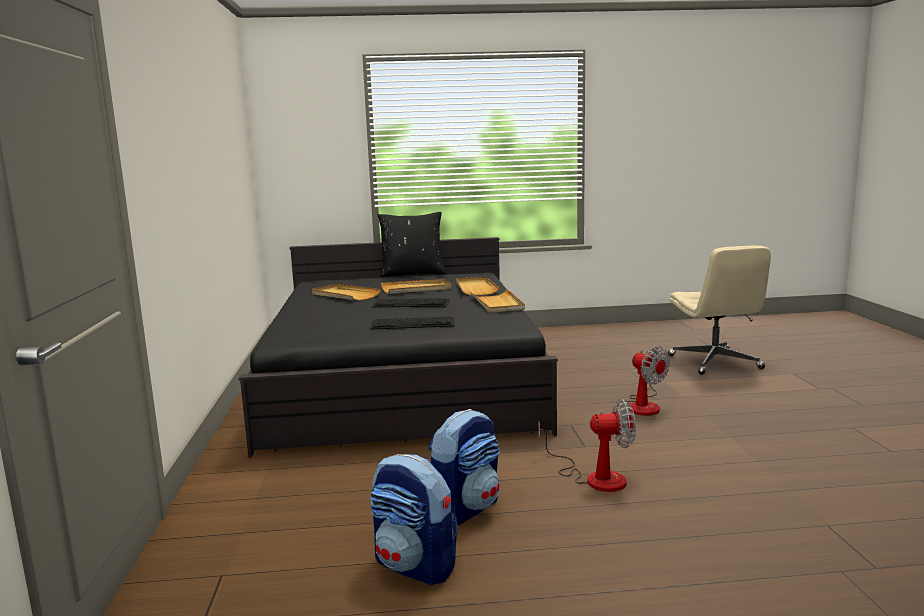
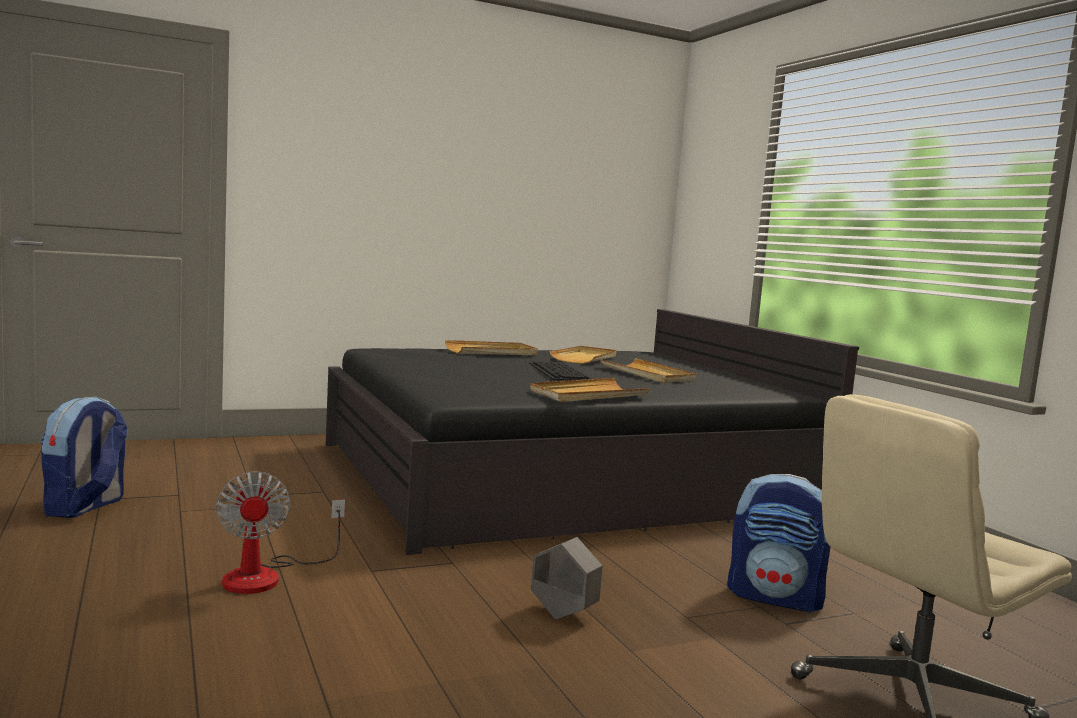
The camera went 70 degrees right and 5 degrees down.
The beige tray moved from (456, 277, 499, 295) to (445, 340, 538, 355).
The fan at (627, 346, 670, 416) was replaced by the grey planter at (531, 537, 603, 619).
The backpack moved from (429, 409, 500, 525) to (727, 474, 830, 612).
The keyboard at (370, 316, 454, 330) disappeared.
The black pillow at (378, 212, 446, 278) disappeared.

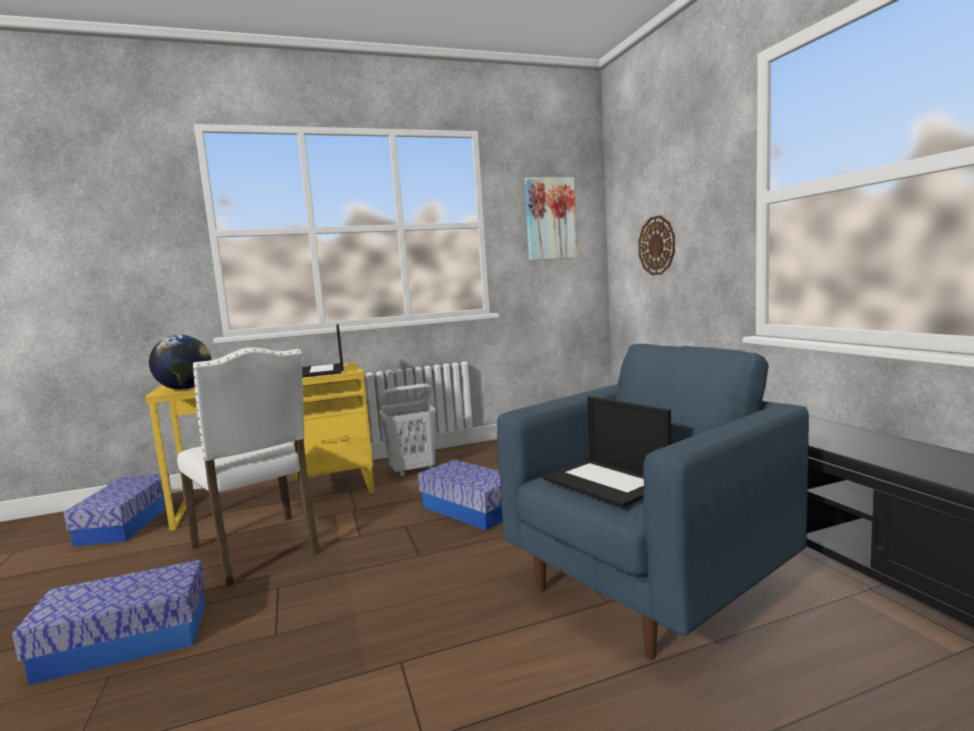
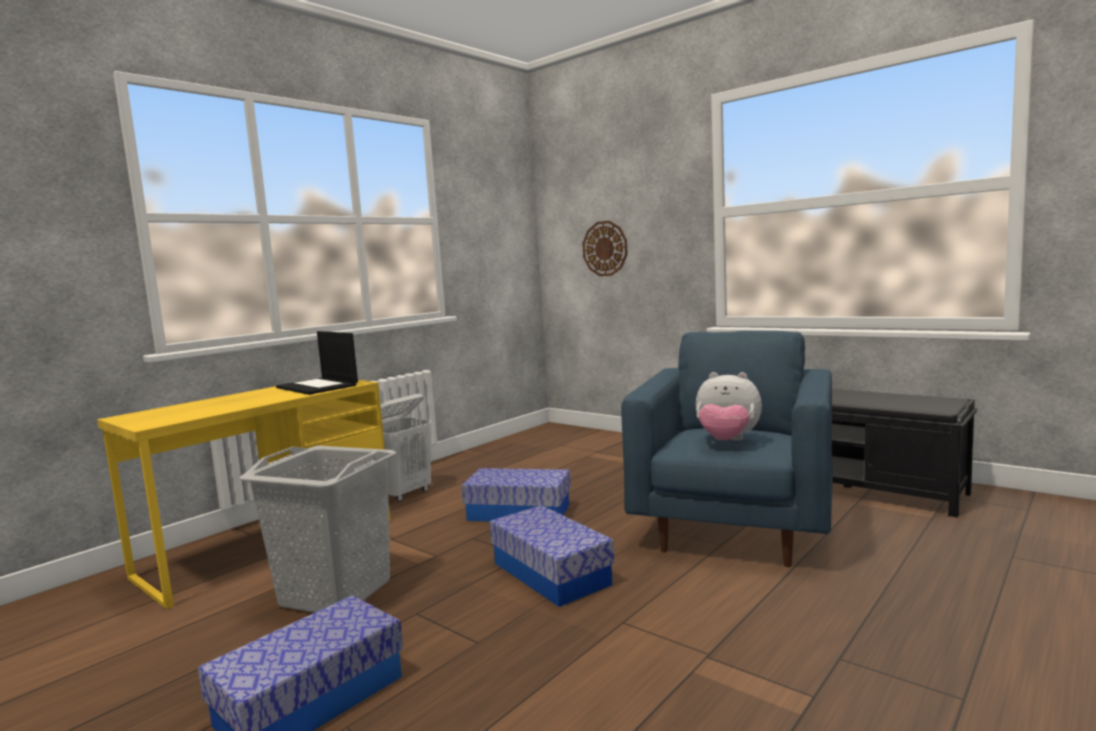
The camera went 30 degrees left and 0 degrees up.
The white chair at (177, 347, 320, 587) was replaced by the grey laundry basket at (239, 446, 396, 612).
The storage box moved from (64, 474, 171, 547) to (489, 505, 615, 607).
The laptop at (543, 396, 671, 508) was replaced by the plush toy at (696, 372, 762, 441).
The globe at (149, 335, 212, 390) disappeared.
The picture at (524, 177, 577, 260) disappeared.

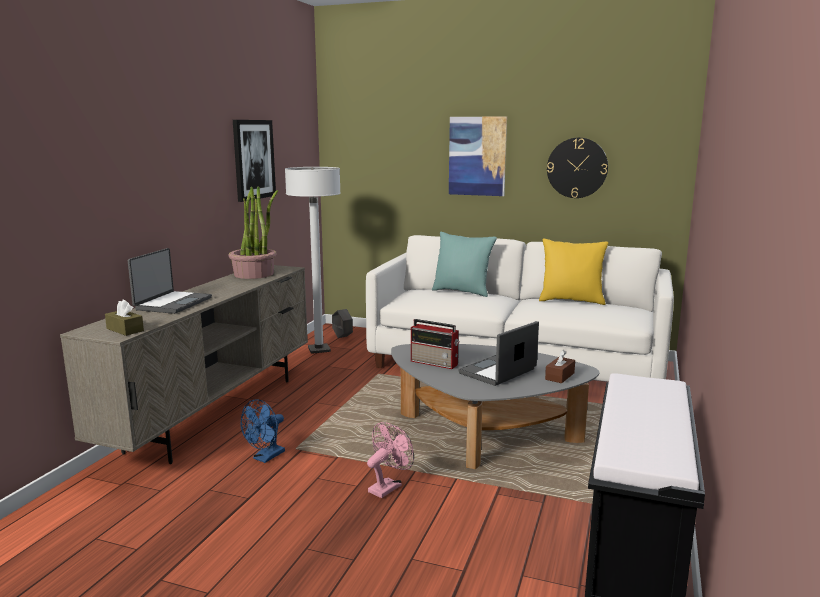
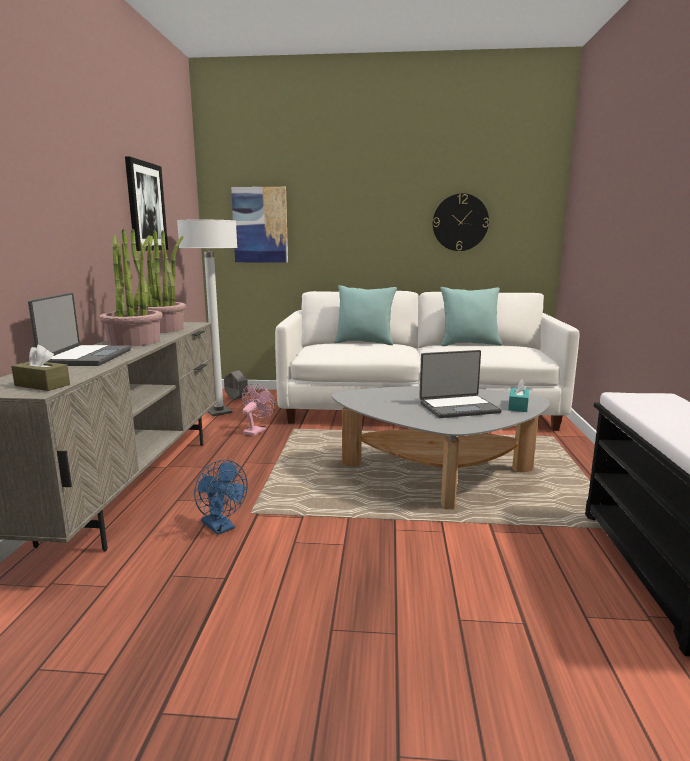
The camera went 15 degrees left and 0 degrees up.
The potted plant at (99, 228, 163, 346) appeared.
The blue fan at (241, 399, 285, 463) turned 60 degrees counterclockwise.
The picture moved from (449, 117, 507, 196) to (231, 187, 288, 263).
The pink fan moved from (367, 422, 414, 498) to (242, 384, 275, 436).
The laptop at (459, 321, 539, 386) turned 135 degrees counterclockwise.
The yellow pillow at (539, 239, 609, 305) became the turquoise pillow at (441, 287, 502, 346).
The brown tissue box at (545, 350, 575, 383) became the turquoise tissue box at (508, 379, 529, 412).
The radio at (411, 319, 459, 369) disappeared.

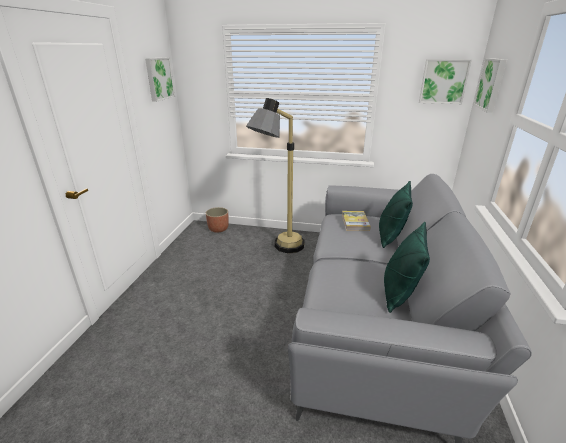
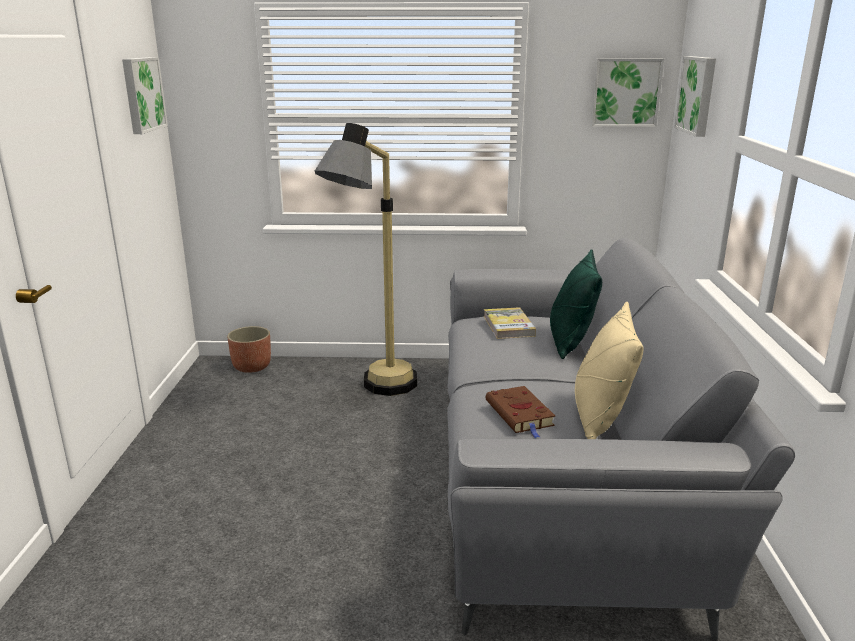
The camera went 10 degrees left and 5 degrees down.
The brown book at (486, 386, 555, 438) appeared.
The green pillow at (384, 222, 430, 313) became the beige pillow at (575, 302, 644, 439).

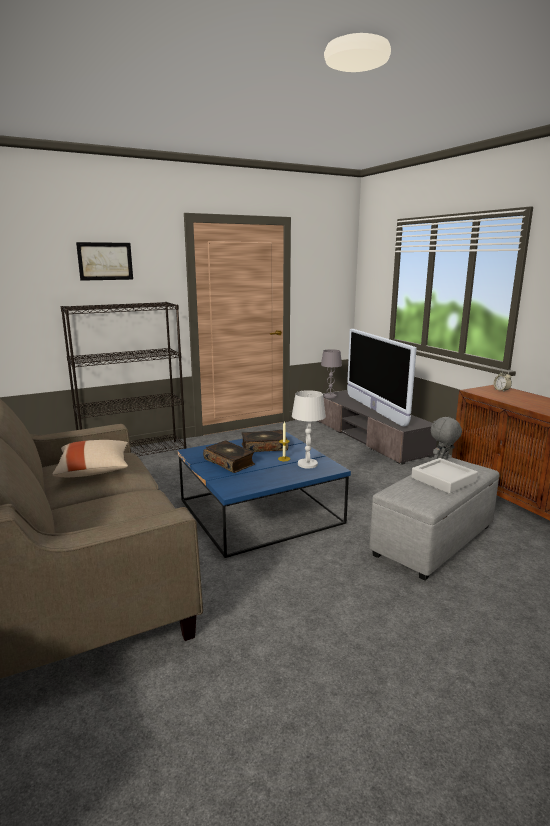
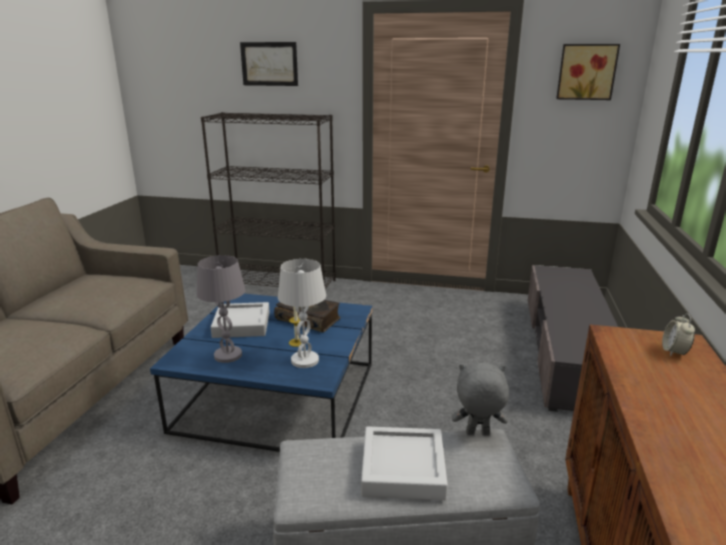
The camera went 40 degrees right and 5 degrees up.
The grey table lamp moved from (321, 349, 342, 398) to (197, 255, 245, 363).
The book at (203, 440, 255, 473) was replaced by the grey tray at (211, 302, 270, 338).
The picture at (556, 44, 620, 100) appeared.
The beige pillow at (52, 440, 128, 477) disappeared.
The television at (347, 329, 417, 427) disappeared.

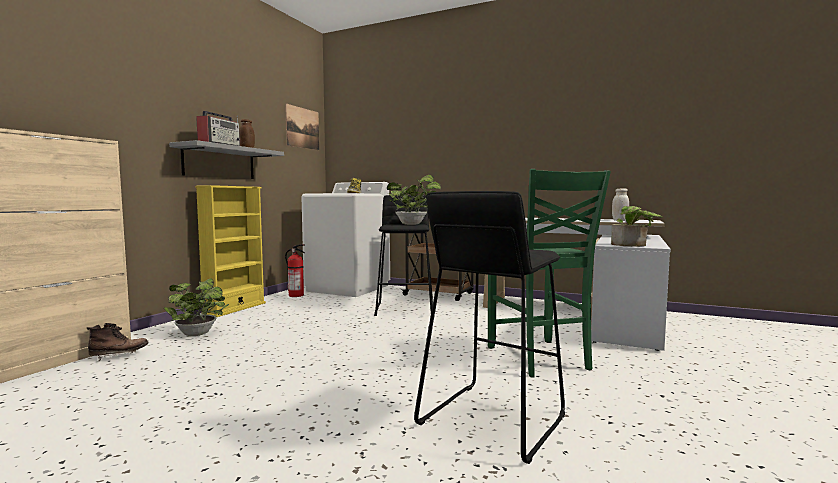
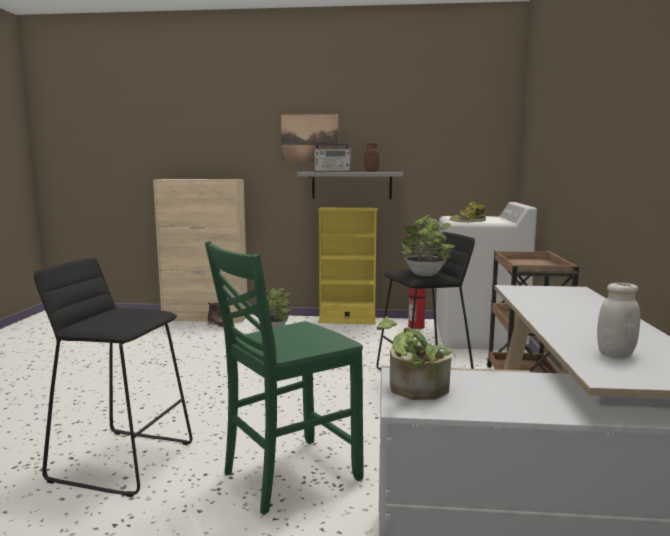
The camera went 70 degrees right and 5 degrees up.
The picture moved from (285, 104, 319, 150) to (281, 114, 338, 161).

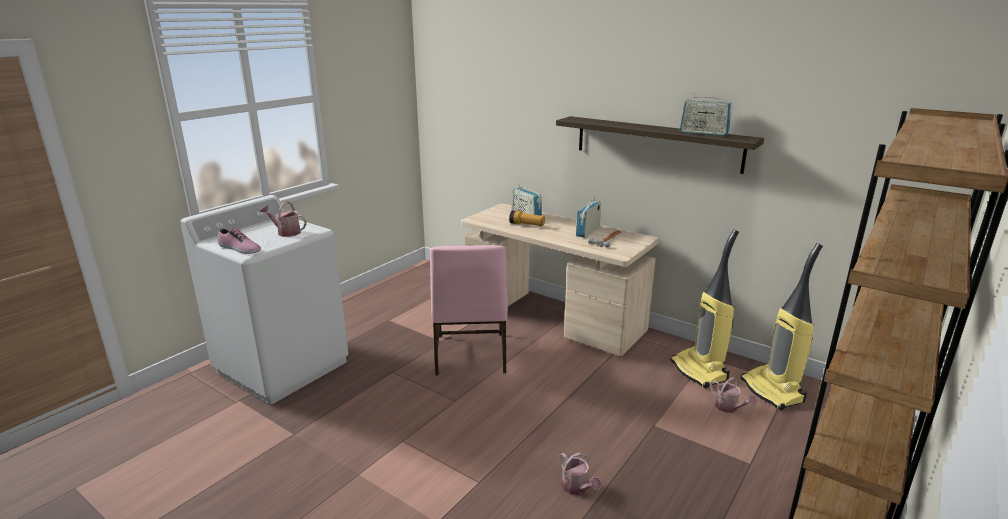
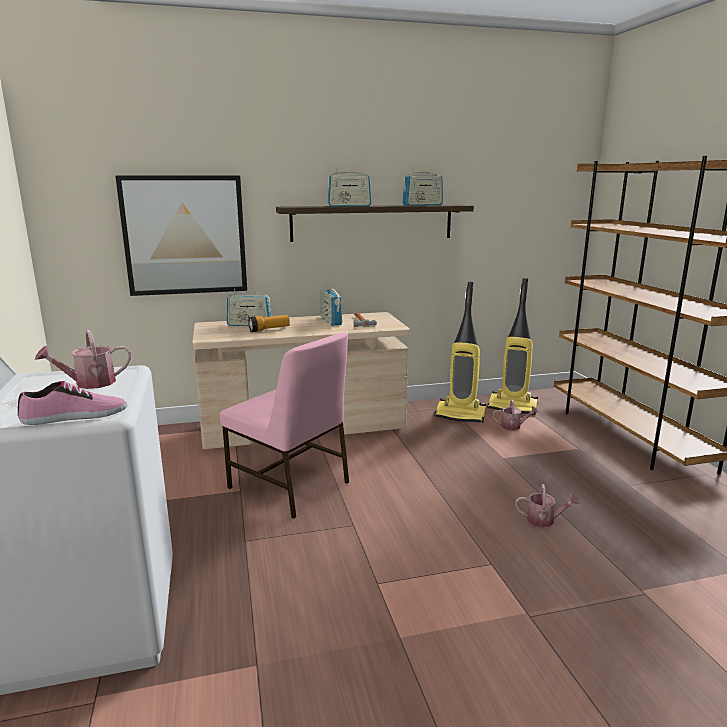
The camera went 50 degrees left and 5 degrees down.
The picture at (115, 175, 247, 296) appeared.
The radio at (328, 168, 371, 206) appeared.

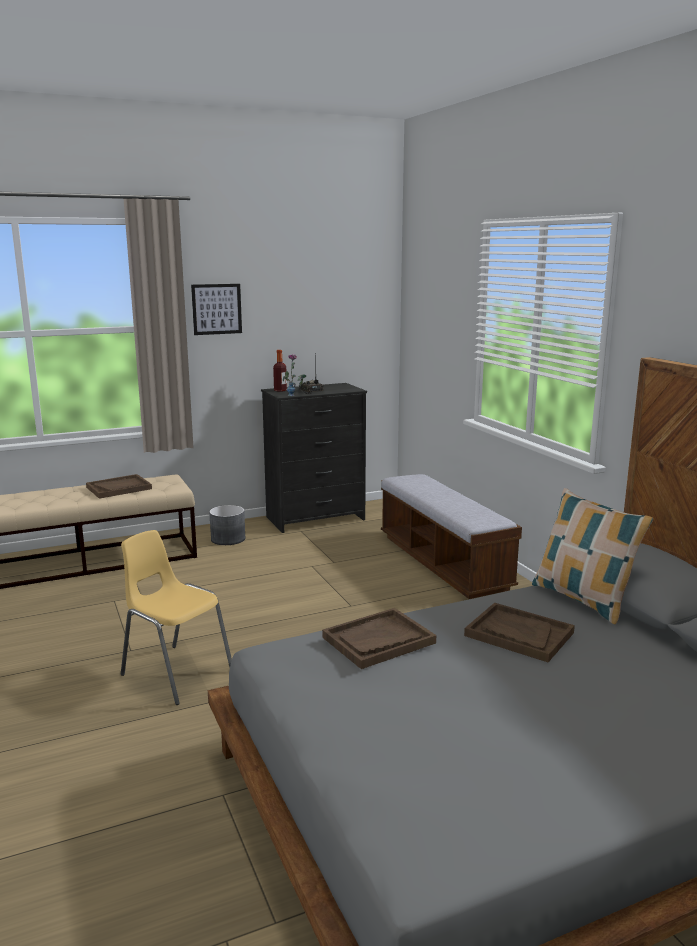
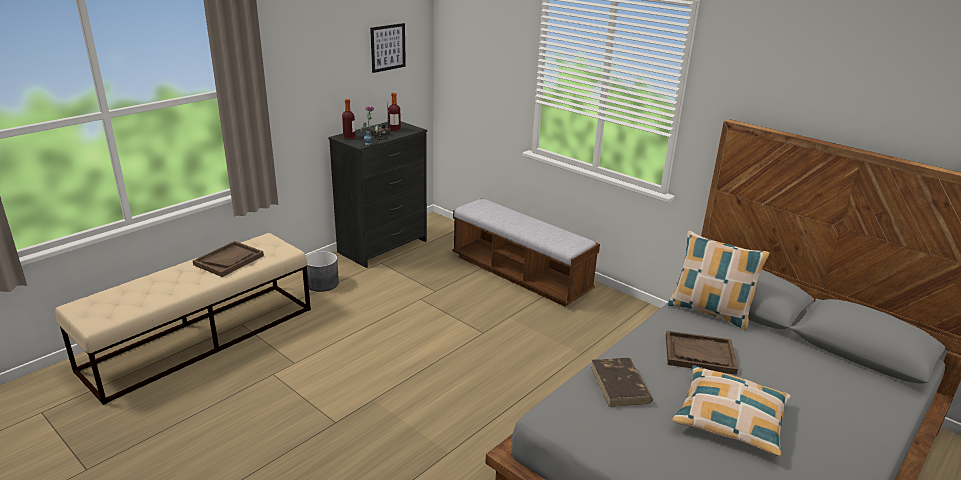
The camera went 25 degrees left and 10 degrees up.
The picture moved from (191, 284, 242, 335) to (370, 23, 406, 73).
The bottle at (388, 93, 401, 131) appeared.
The brown tray at (322, 608, 436, 669) was replaced by the brown book at (591, 358, 653, 407).
The pillow at (672, 365, 791, 457) appeared.
The yellow chair at (121, 530, 232, 705) disappeared.

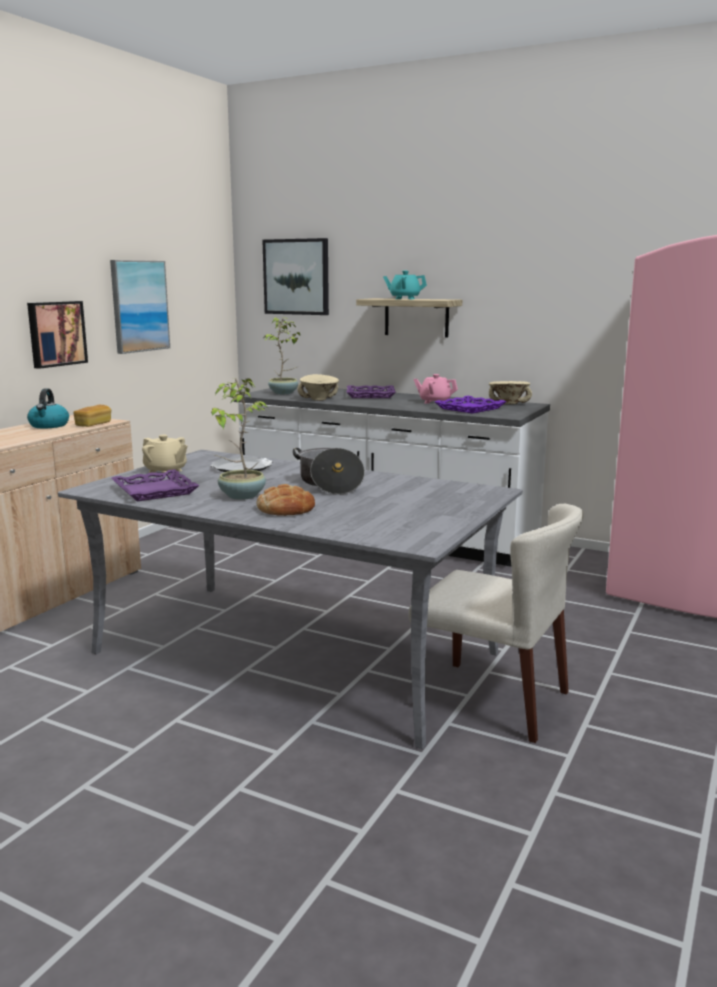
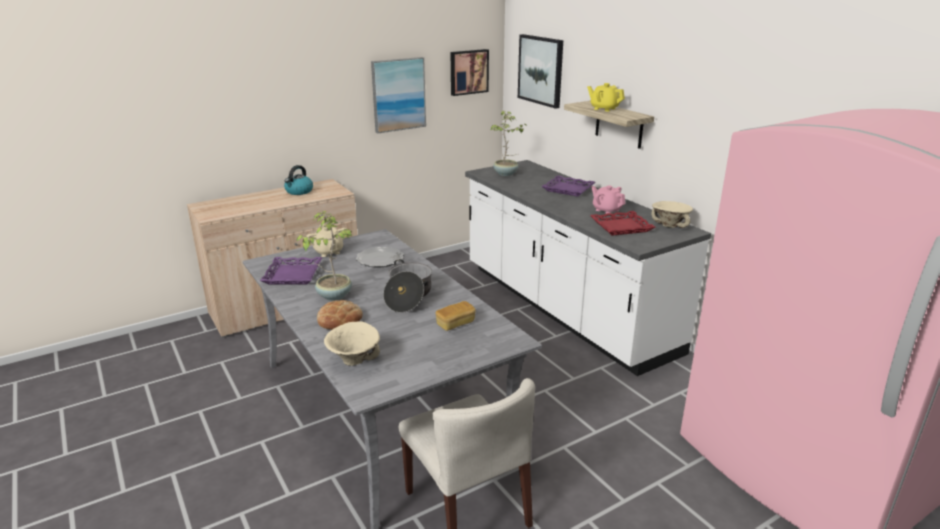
The camera went 30 degrees right and 10 degrees up.
The beige bowl moved from (297, 374, 339, 401) to (324, 321, 380, 366).
The bread moved from (73, 405, 111, 427) to (436, 301, 476, 331).
The picture moved from (27, 301, 88, 369) to (451, 49, 489, 96).
The turquoise teapot at (383, 271, 427, 299) became the yellow teapot at (587, 83, 625, 112).
The purple tray at (435, 396, 507, 414) became the red tray at (590, 211, 655, 236).

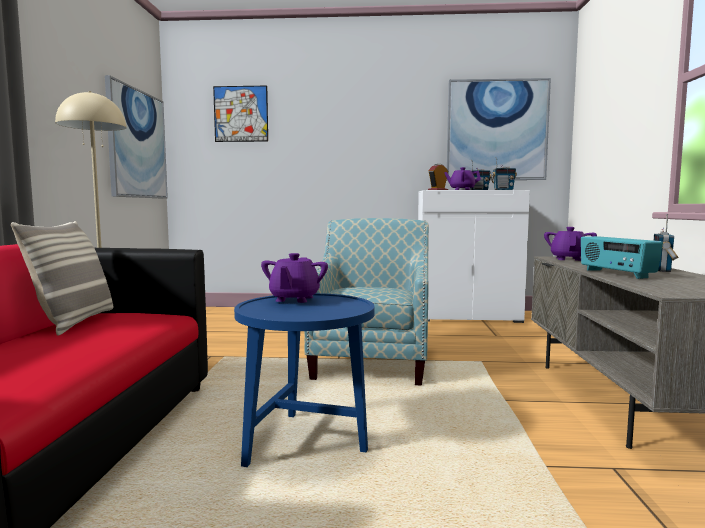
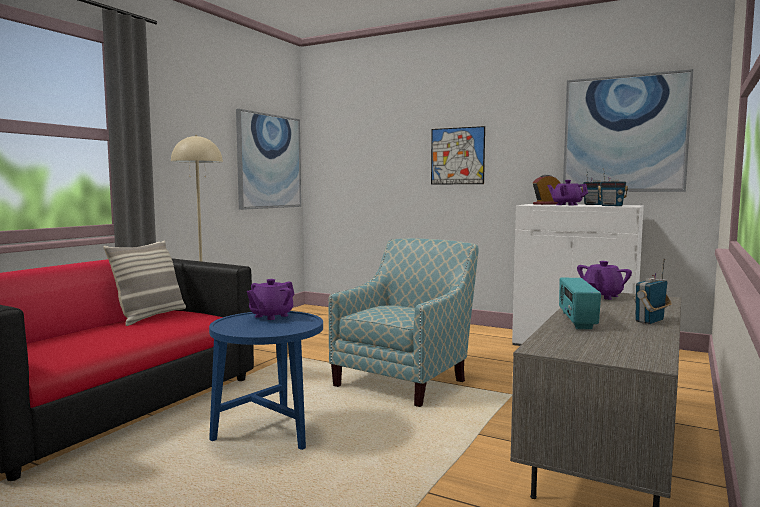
The camera went 25 degrees right and 0 degrees up.
The picture moved from (213, 86, 268, 142) to (431, 126, 485, 184).

